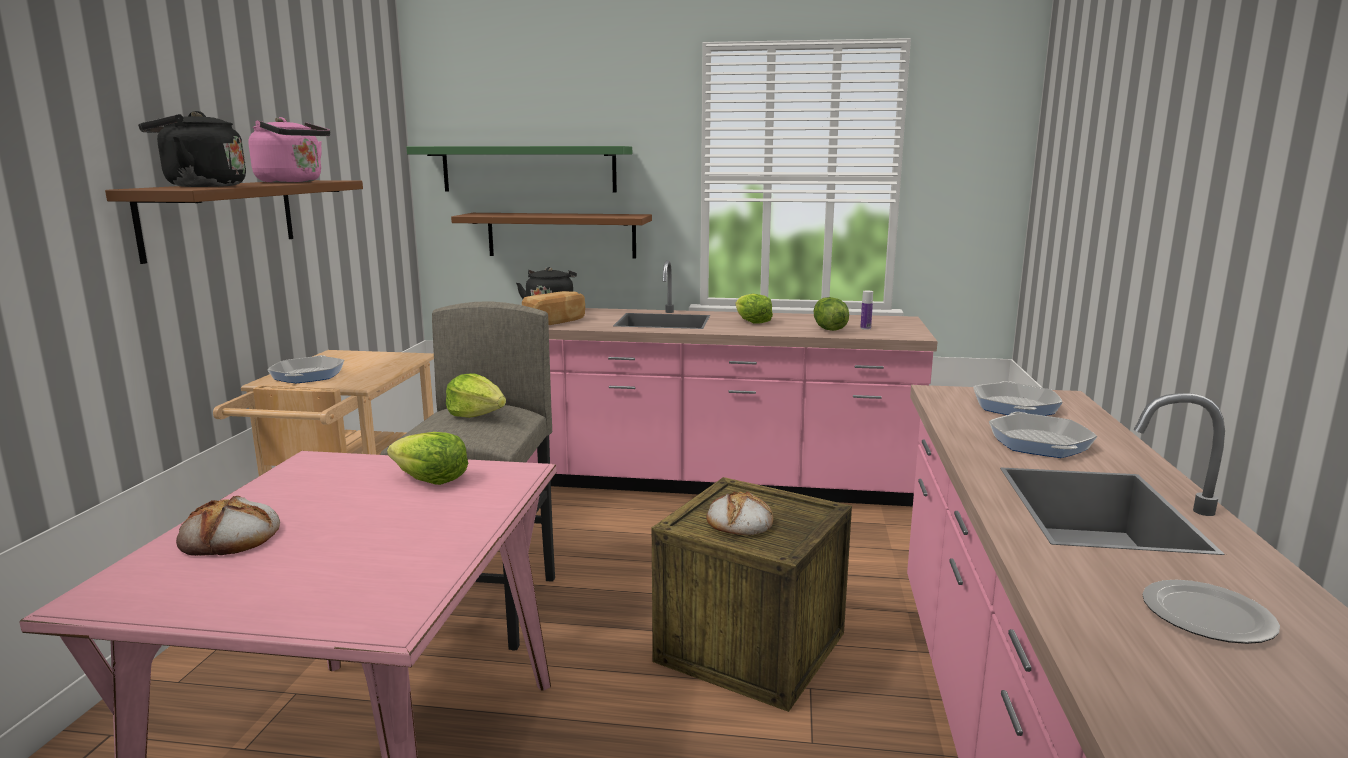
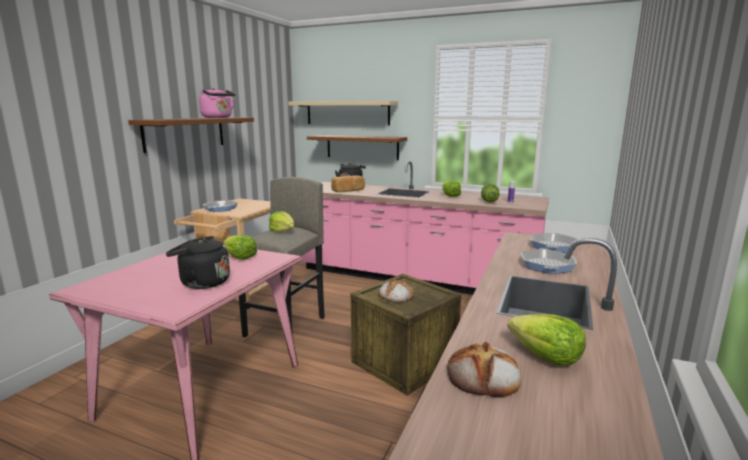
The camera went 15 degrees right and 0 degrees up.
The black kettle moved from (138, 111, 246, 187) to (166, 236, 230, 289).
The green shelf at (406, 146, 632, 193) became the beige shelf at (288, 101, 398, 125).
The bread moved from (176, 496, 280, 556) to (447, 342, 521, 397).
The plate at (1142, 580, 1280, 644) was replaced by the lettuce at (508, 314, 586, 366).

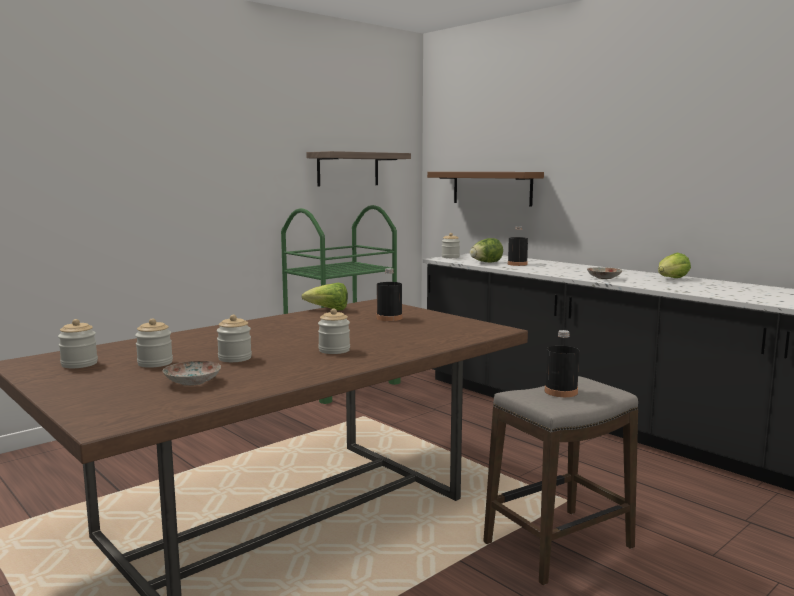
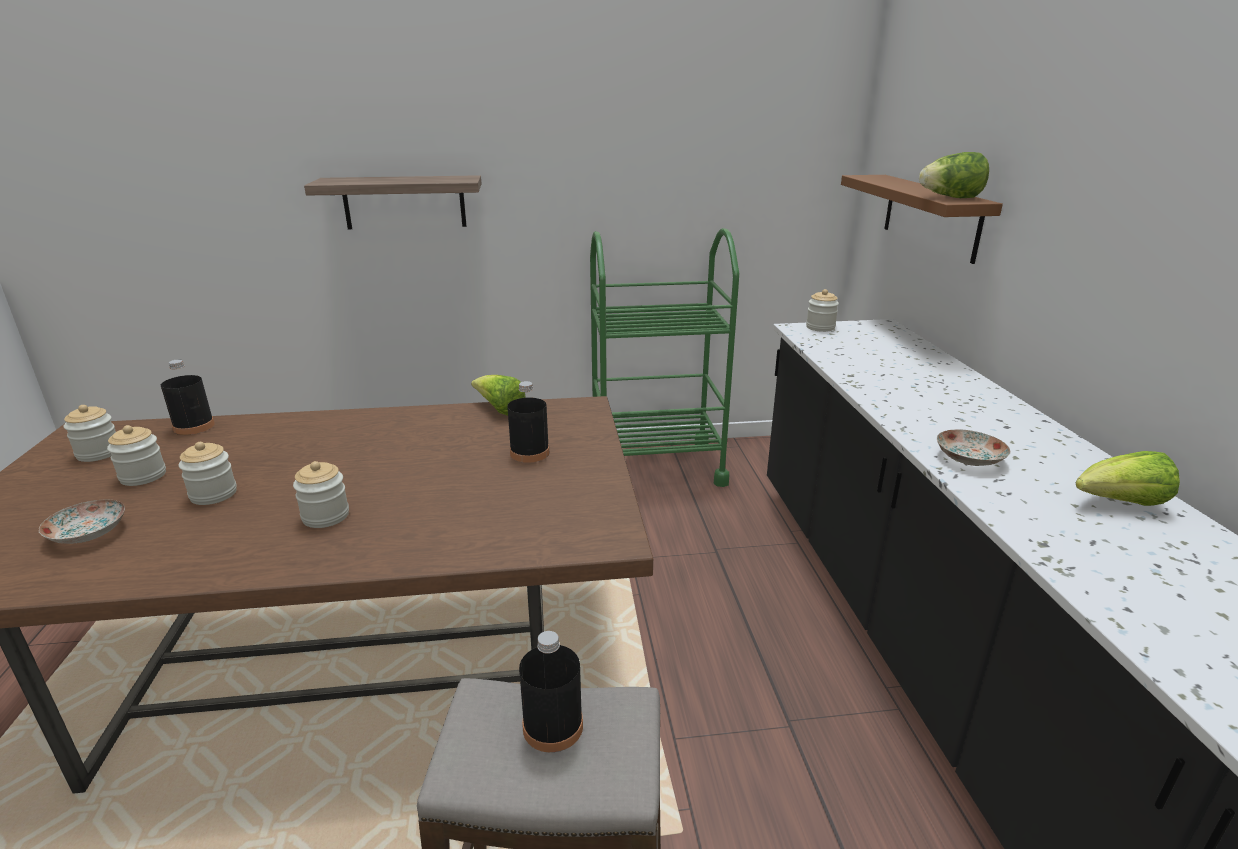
The camera went 35 degrees right and 15 degrees up.
The black bottle moved from (508, 226, 528, 266) to (161, 359, 215, 435).
The shelf moved from (306, 151, 411, 186) to (304, 175, 482, 229).
The lettuce moved from (470, 238, 503, 263) to (919, 152, 989, 198).

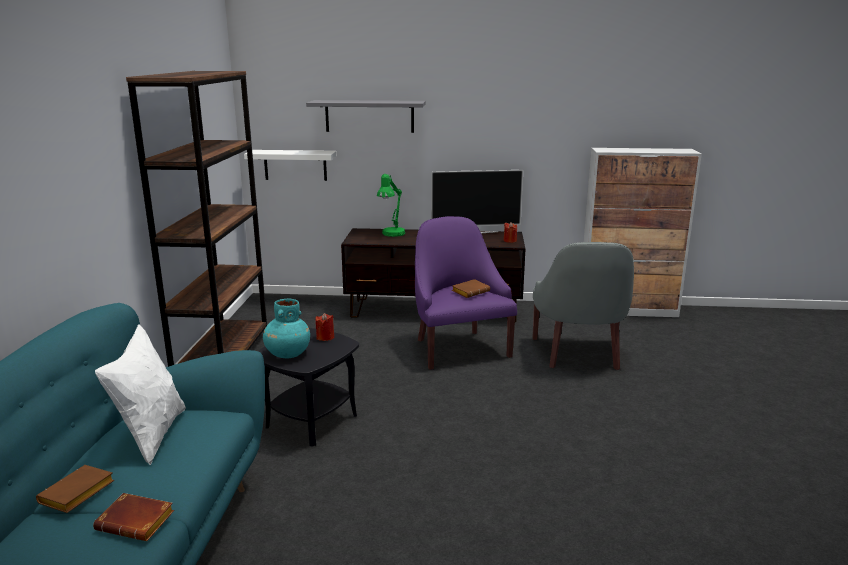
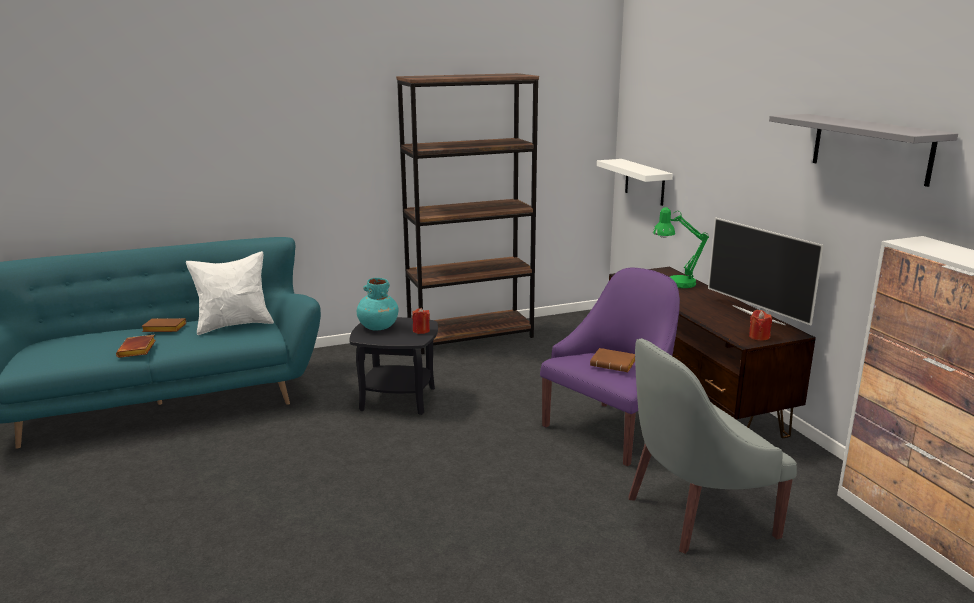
The camera went 65 degrees right and 0 degrees up.
The grey shelf moved from (306, 100, 426, 133) to (769, 114, 958, 187).

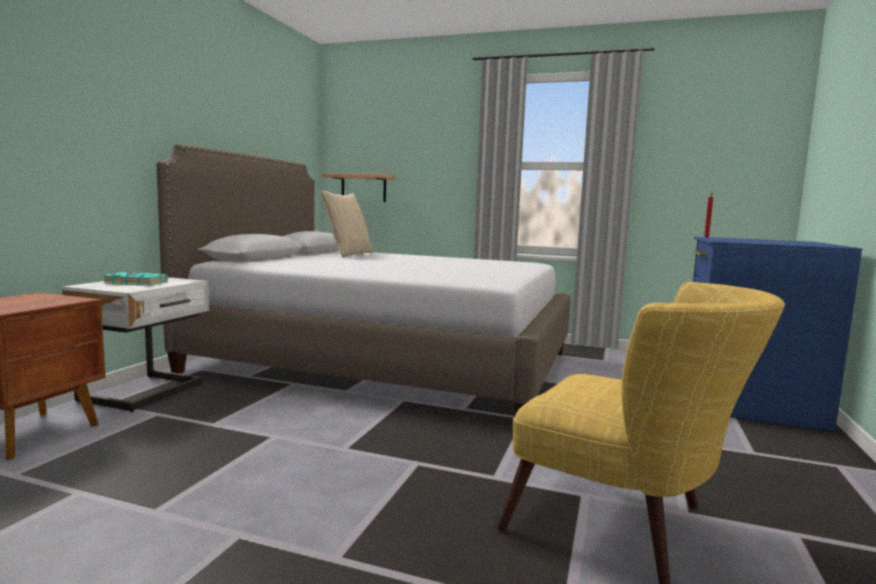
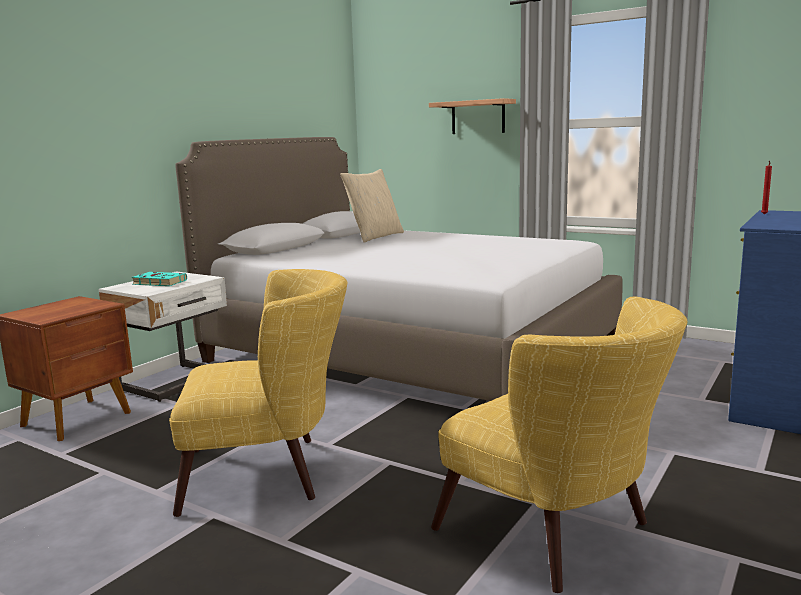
The camera went 15 degrees right and 5 degrees up.
The yellow armchair at (169, 269, 348, 517) appeared.
The shelf moved from (322, 173, 395, 202) to (429, 98, 516, 134).

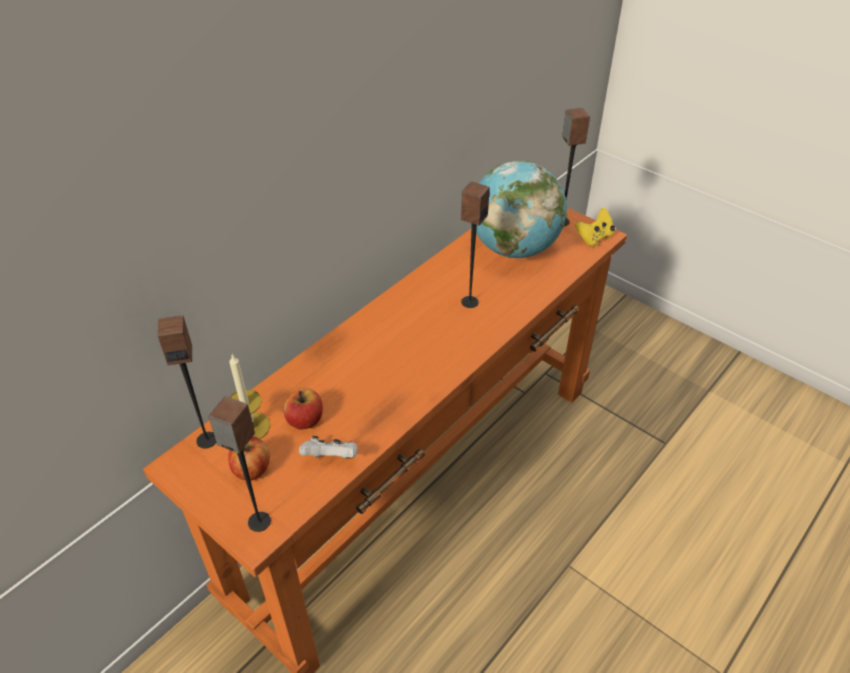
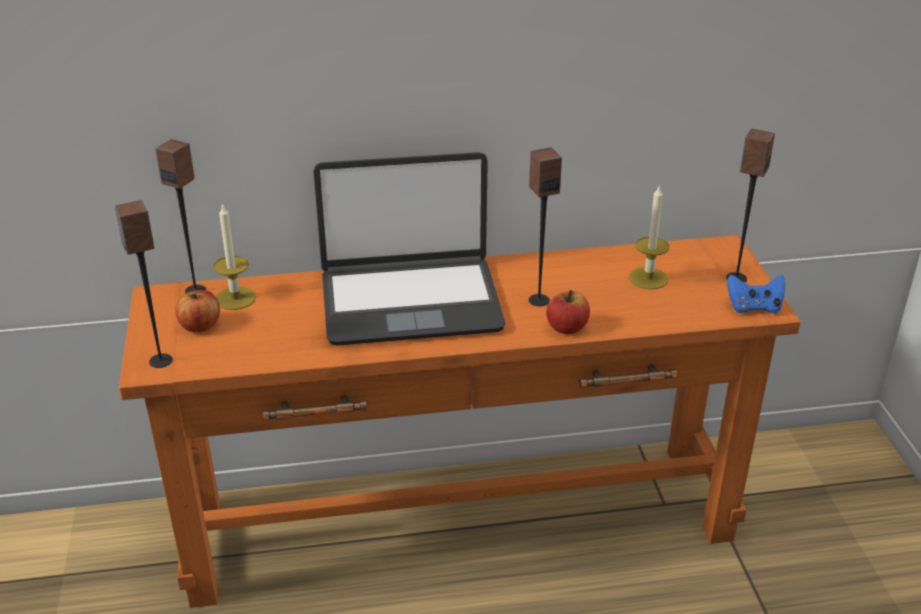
The camera went 40 degrees right and 10 degrees down.
The laptop at (313, 152, 505, 346) appeared.
The apple moved from (283, 388, 323, 429) to (546, 290, 590, 334).
The globe at (476, 160, 567, 258) was replaced by the candle at (629, 185, 669, 290).
The yellow game controller at (575, 208, 615, 247) became the blue game controller at (727, 275, 785, 313).
The white game controller at (299, 436, 358, 459) disappeared.

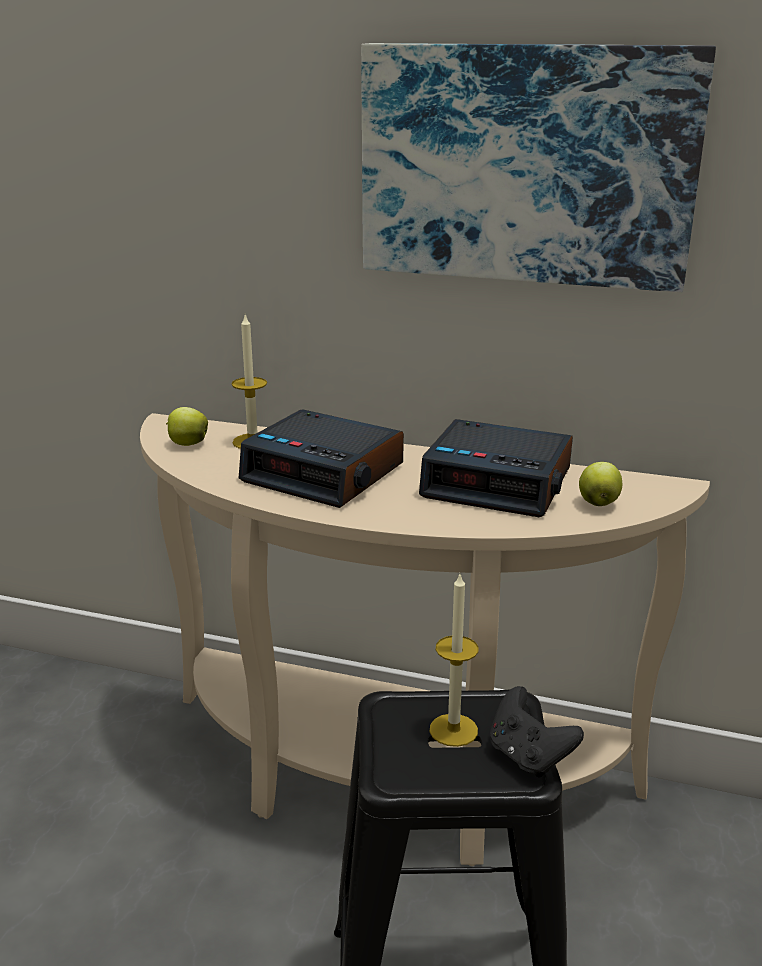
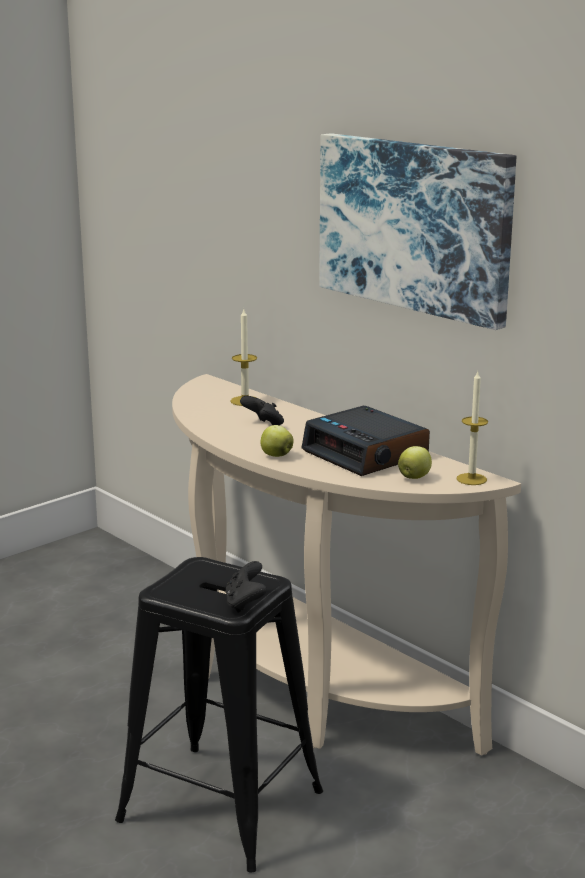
The camera went 30 degrees right and 5 degrees down.
The alarm clock at (239, 409, 404, 508) was replaced by the black game controller at (240, 396, 284, 426).
The apple moved from (166, 407, 208, 446) to (260, 425, 294, 457).
The candle moved from (430, 574, 479, 747) to (457, 372, 488, 485).

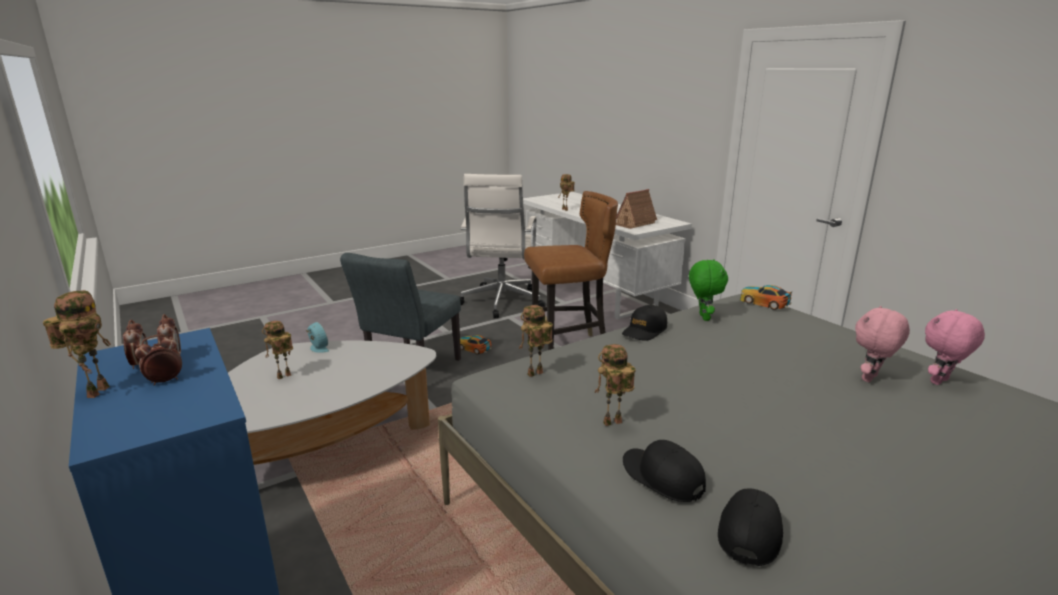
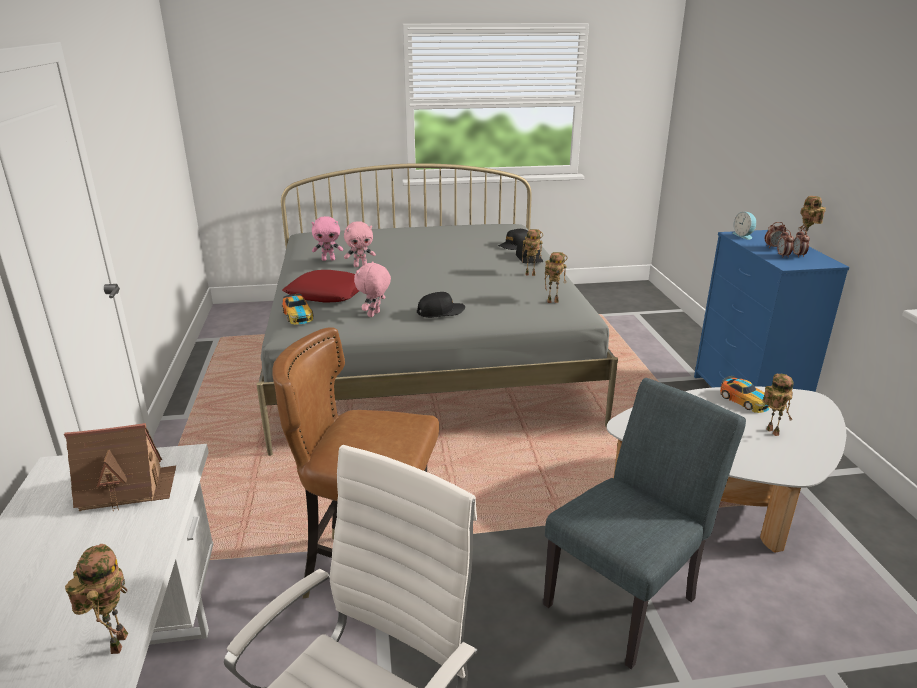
The camera went 155 degrees left and 5 degrees up.
The red pillow at (282, 270, 359, 303) appeared.
The green plush toy at (689, 259, 728, 321) became the pink plush toy at (354, 262, 391, 317).
The toy car moved from (460, 335, 491, 354) to (720, 376, 770, 413).
The alarm clock moved from (305, 322, 329, 353) to (732, 212, 756, 240).
The toy robot at (262, 321, 293, 379) turned 90 degrees counterclockwise.

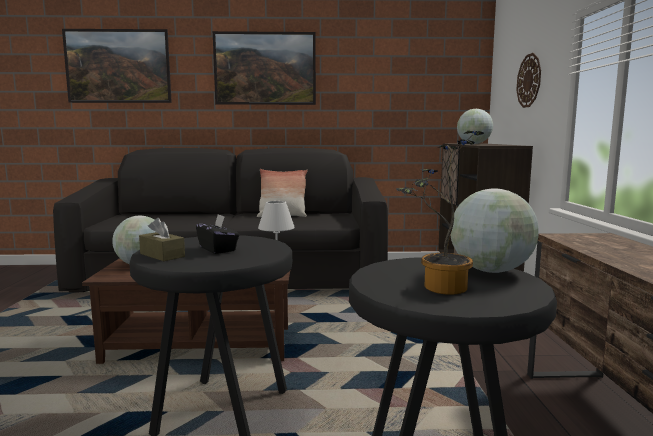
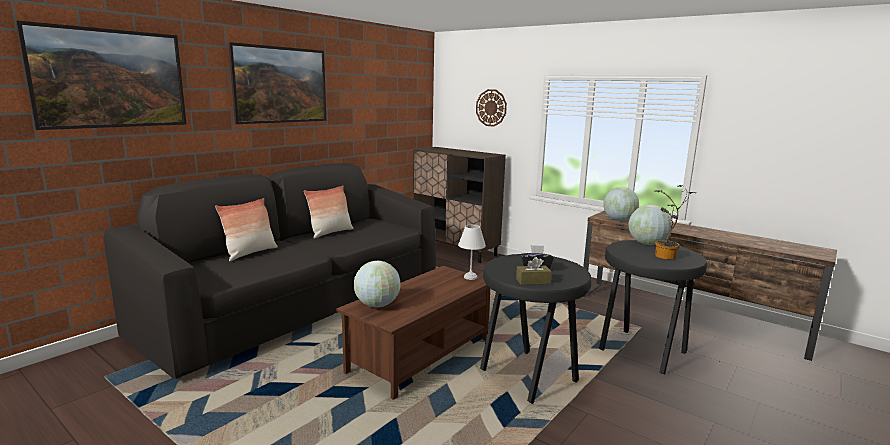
The camera went 50 degrees left and 5 degrees up.
The pillow at (215, 198, 278, 261) appeared.
The globe moved from (457, 109, 493, 144) to (603, 187, 639, 221).

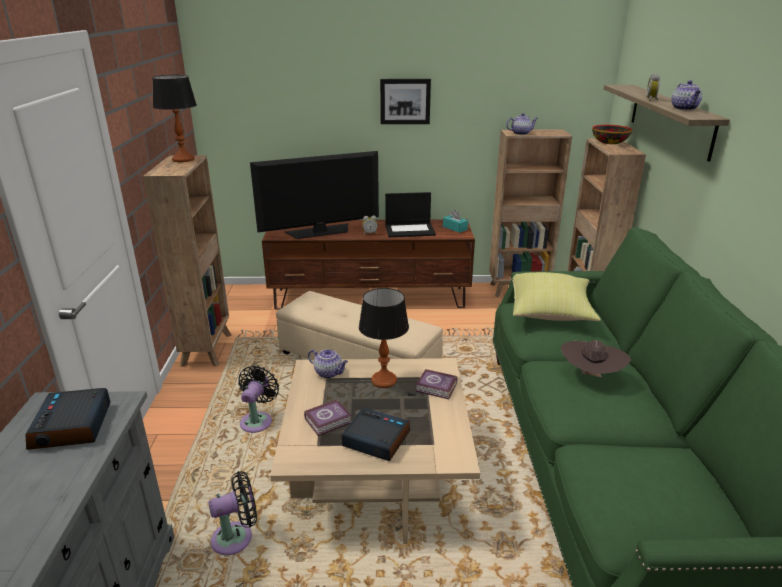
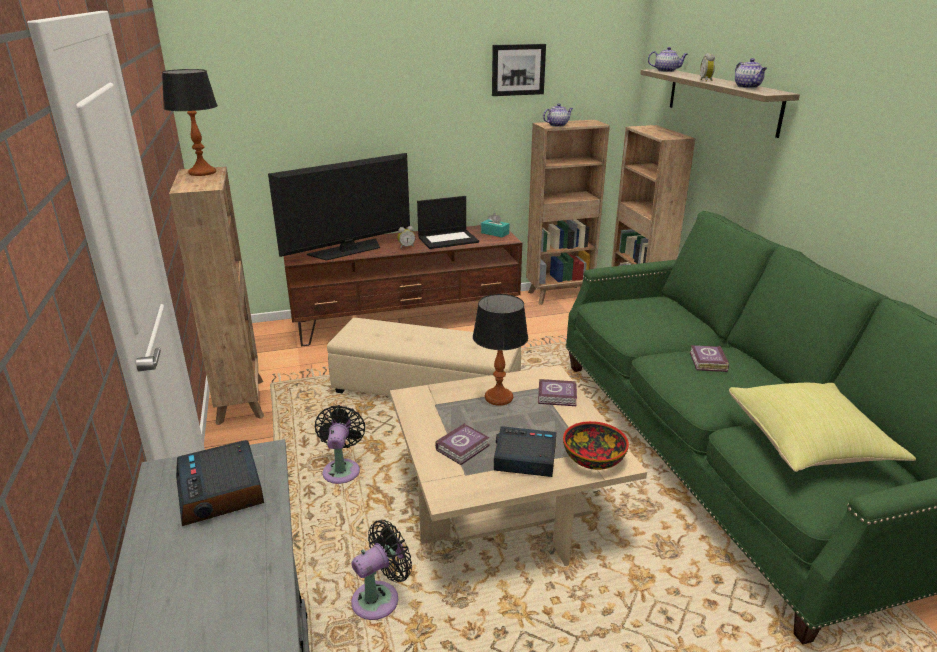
The camera went 15 degrees left and 0 degrees up.
The picture moved from (380, 79, 431, 124) to (492, 44, 546, 96).
The bowl moved from (592, 125, 632, 144) to (563, 421, 629, 470).
The teapot moved from (308, 349, 348, 378) to (648, 47, 688, 72).
The brown hat at (561, 340, 631, 377) was replaced by the book at (690, 345, 729, 372).
The yellow pillow moved from (513, 272, 601, 321) to (729, 383, 916, 472).

